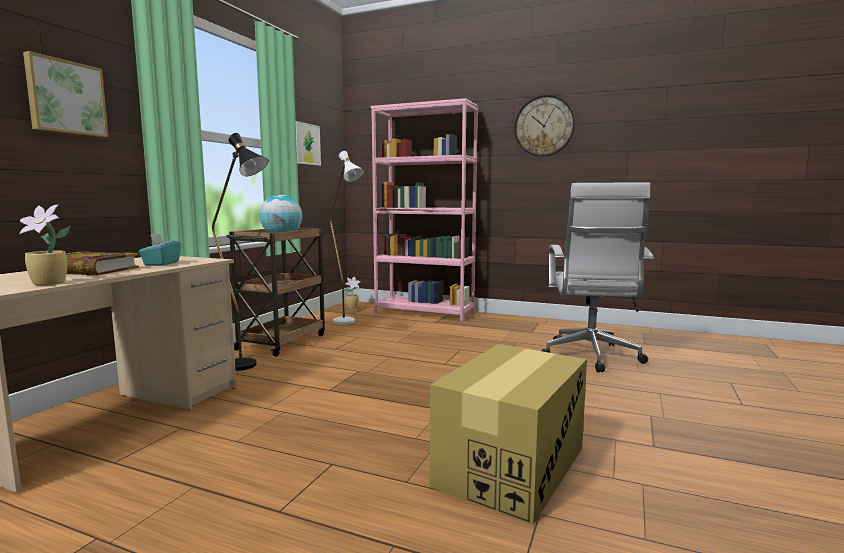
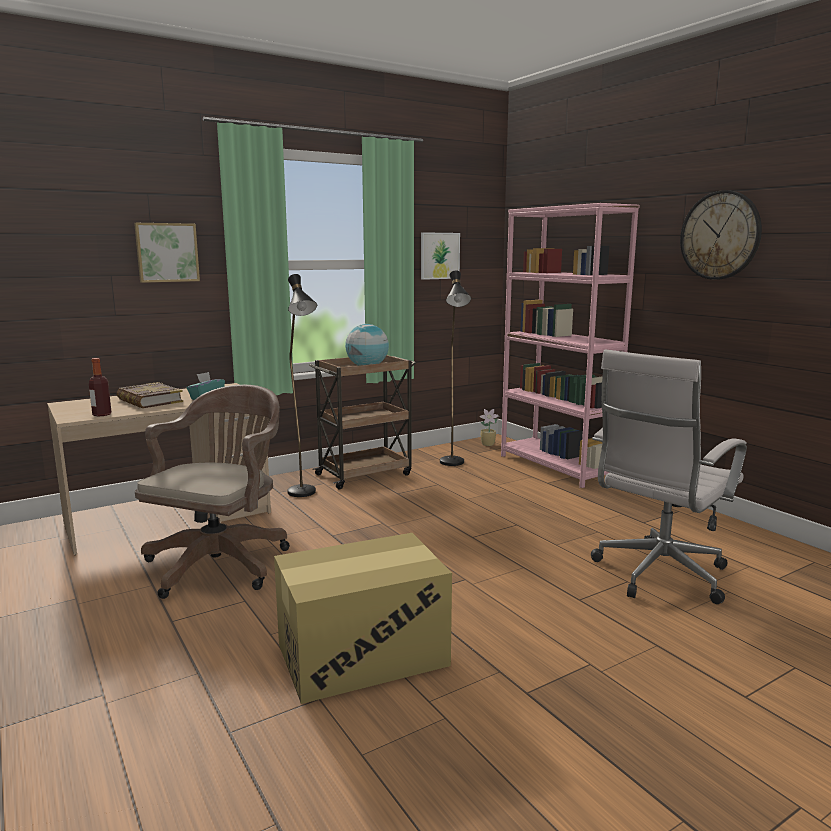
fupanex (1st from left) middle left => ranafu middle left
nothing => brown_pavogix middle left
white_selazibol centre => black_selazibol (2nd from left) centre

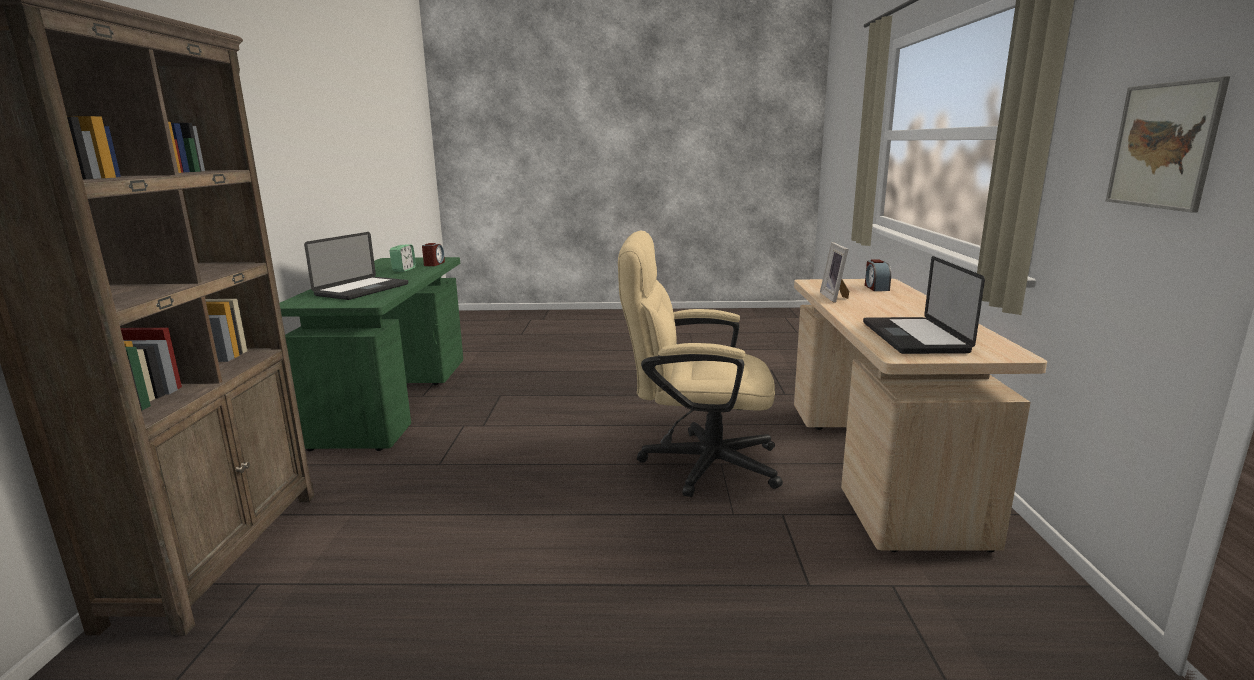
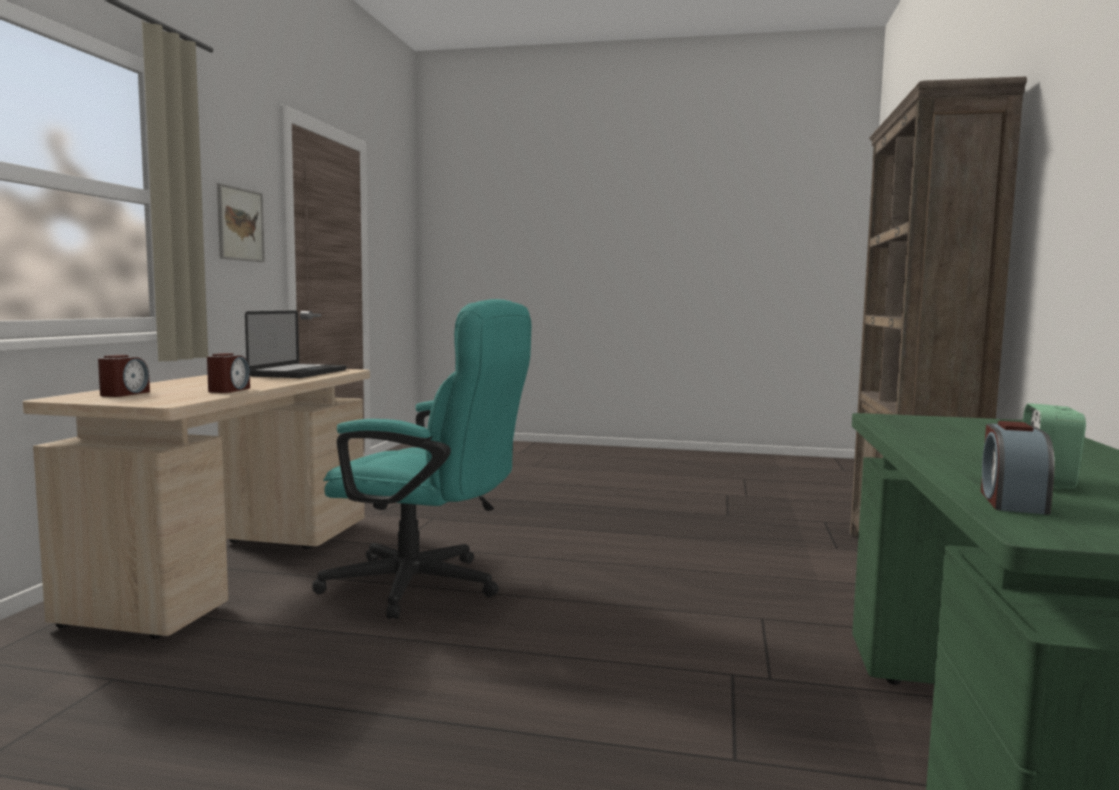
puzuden centre => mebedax (2nd from left) middle left
beige_pavogix centre => turquoise_pavogix centre
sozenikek (1st from left) middle left => nothing

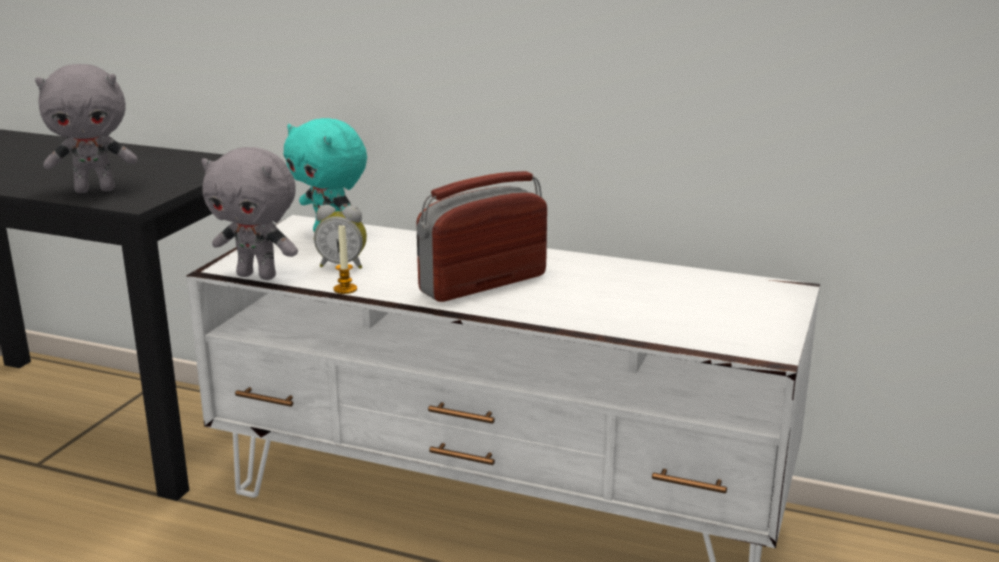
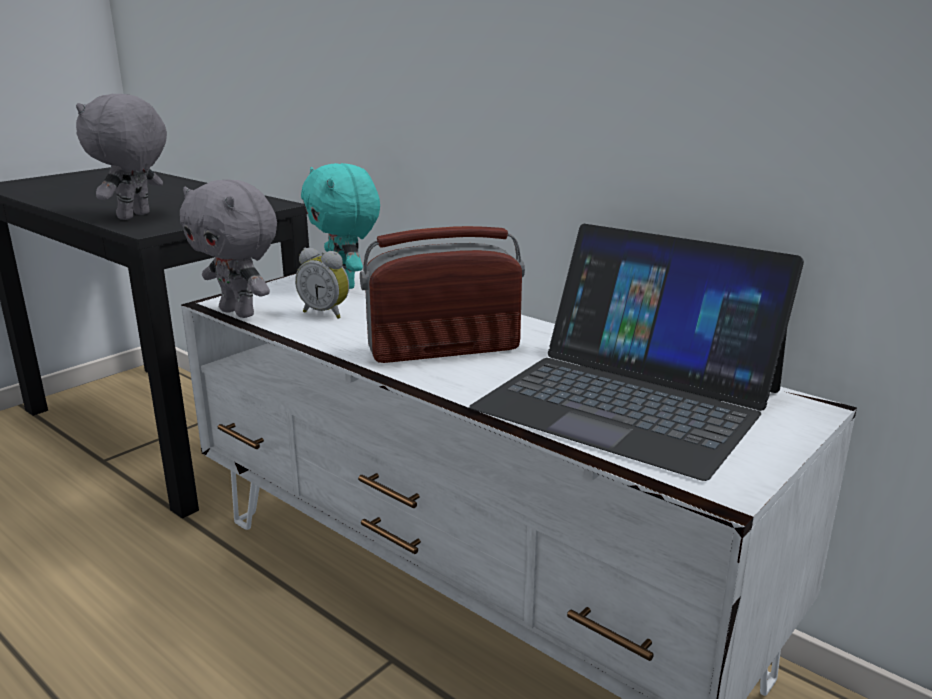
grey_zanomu (1st from left) top left, 105 degrees clockwise
nothing => sozenikek middle right
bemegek centre => nothing

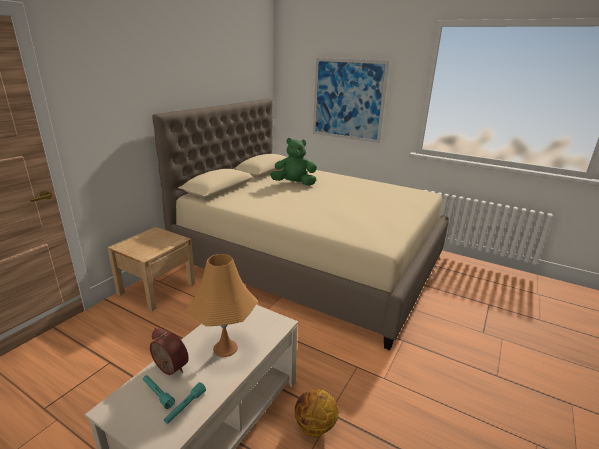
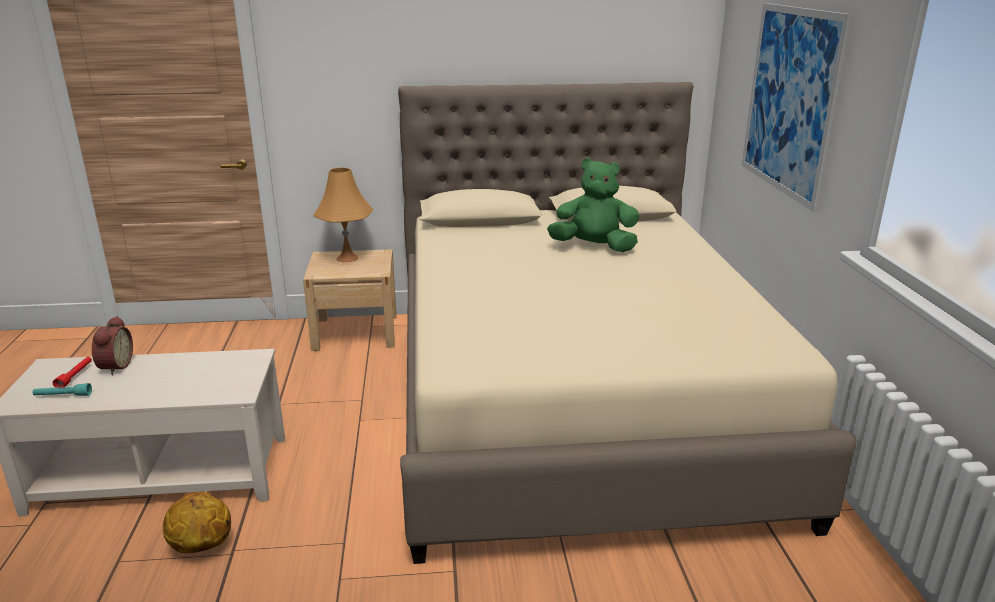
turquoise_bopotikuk (1st from left) bottom left => red_bopotikuk middle left
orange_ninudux bottom centre => orange_ninudux centre, moved
green_zanomu centre, 45 degrees counterclockwise

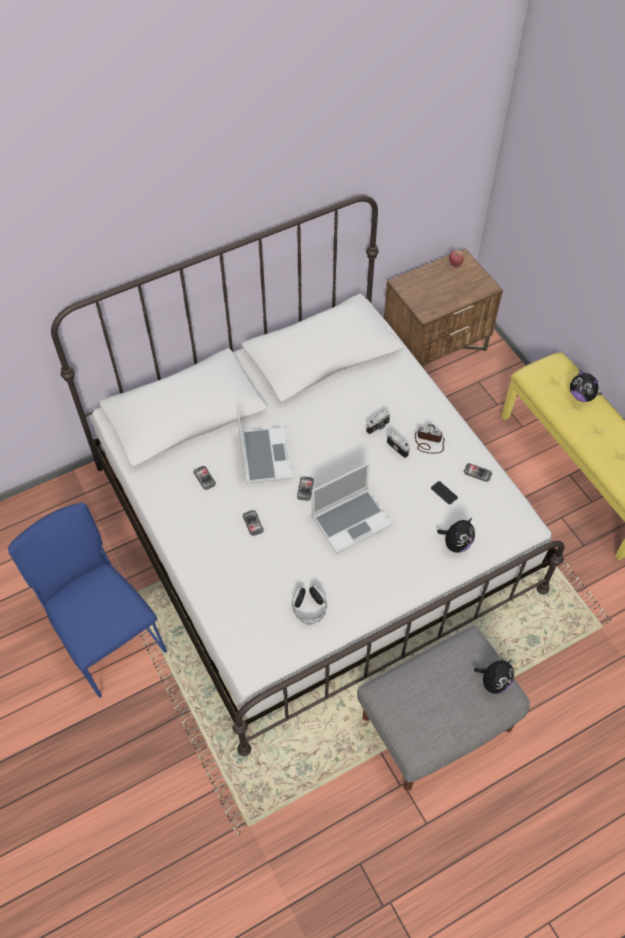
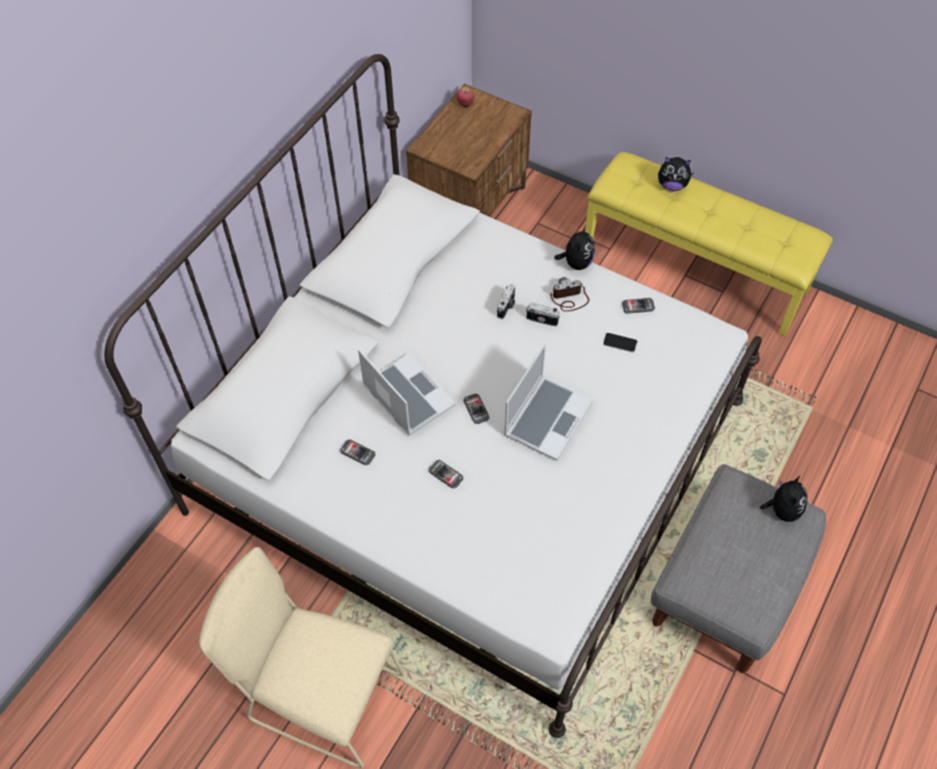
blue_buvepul middle left => beige_buvepul bottom left
zanomu (1st from left) middle right => zanomu (1st from left) top centre, moved
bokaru centre => nothing

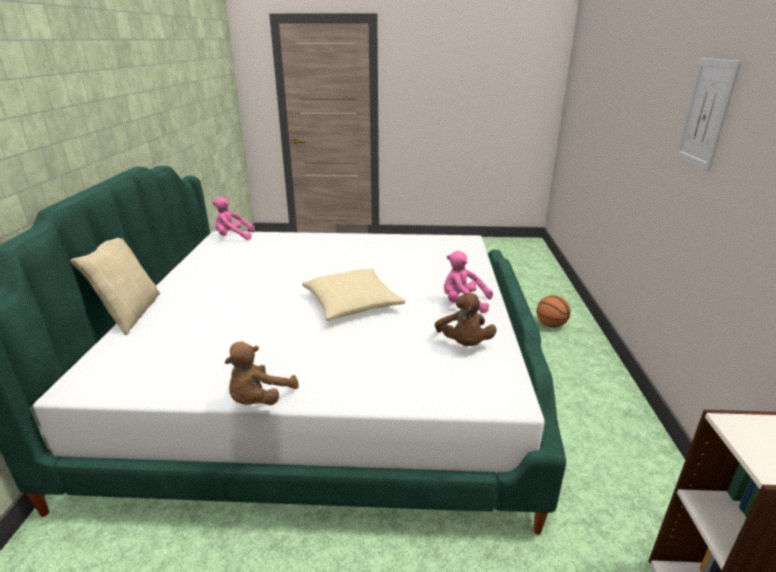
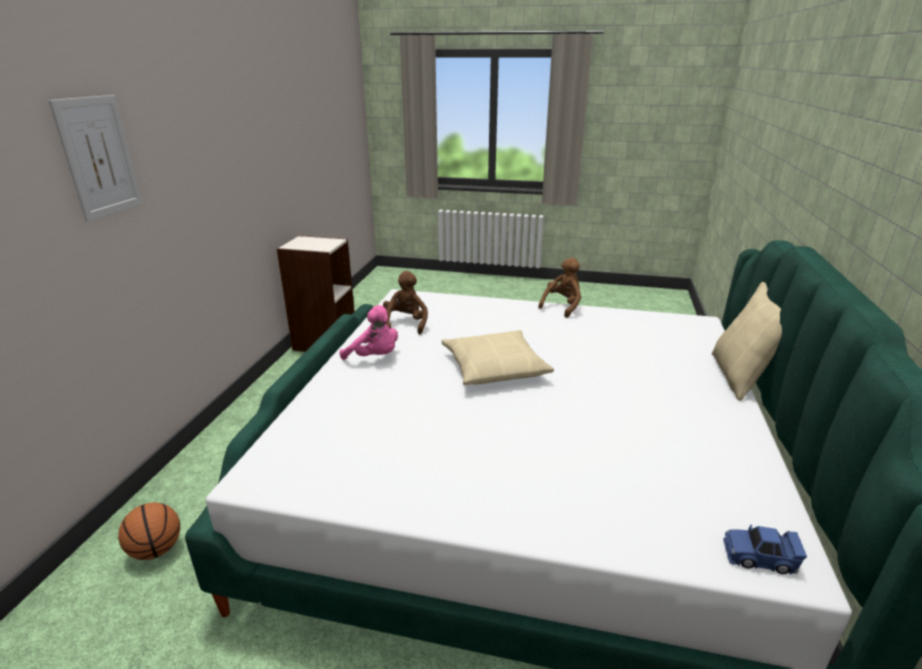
pink_zanomu (1st from left) middle left => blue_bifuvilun bottom right

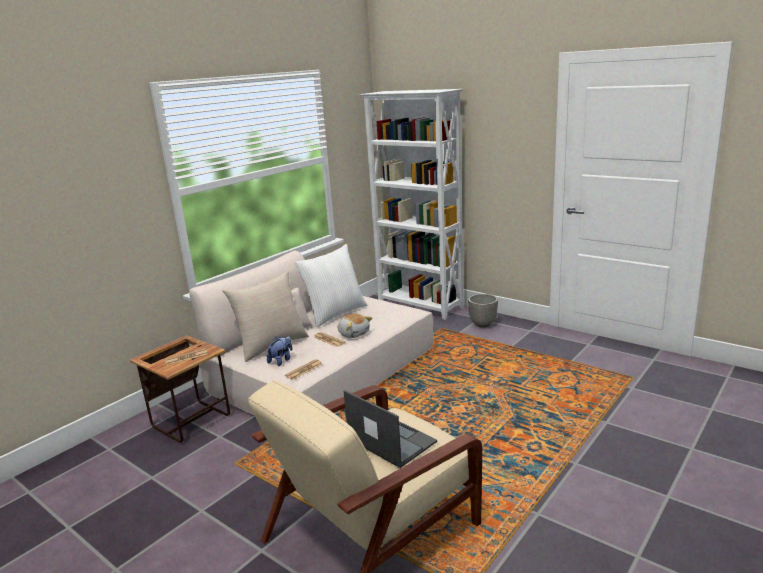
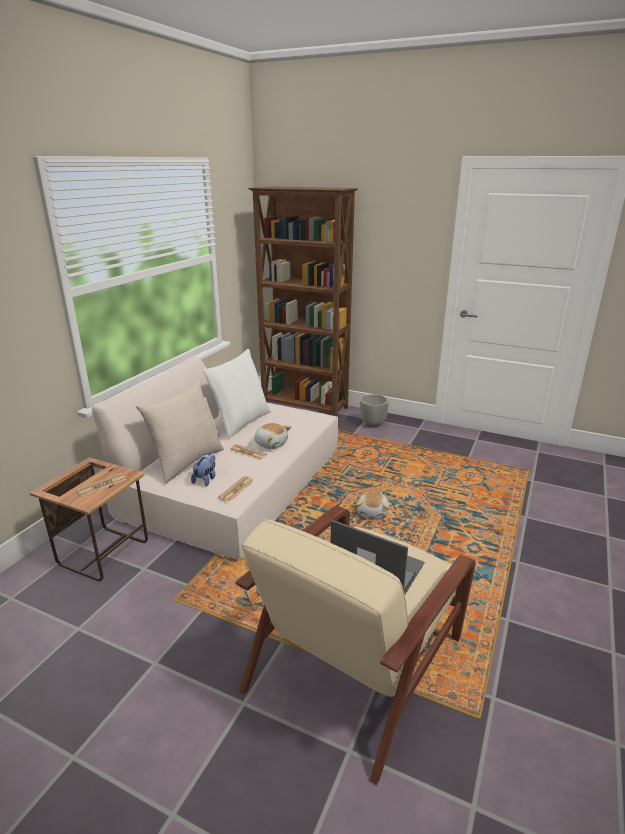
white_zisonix centre => brown_zisonix centre
nothing => zanomu (3rd from left) centre

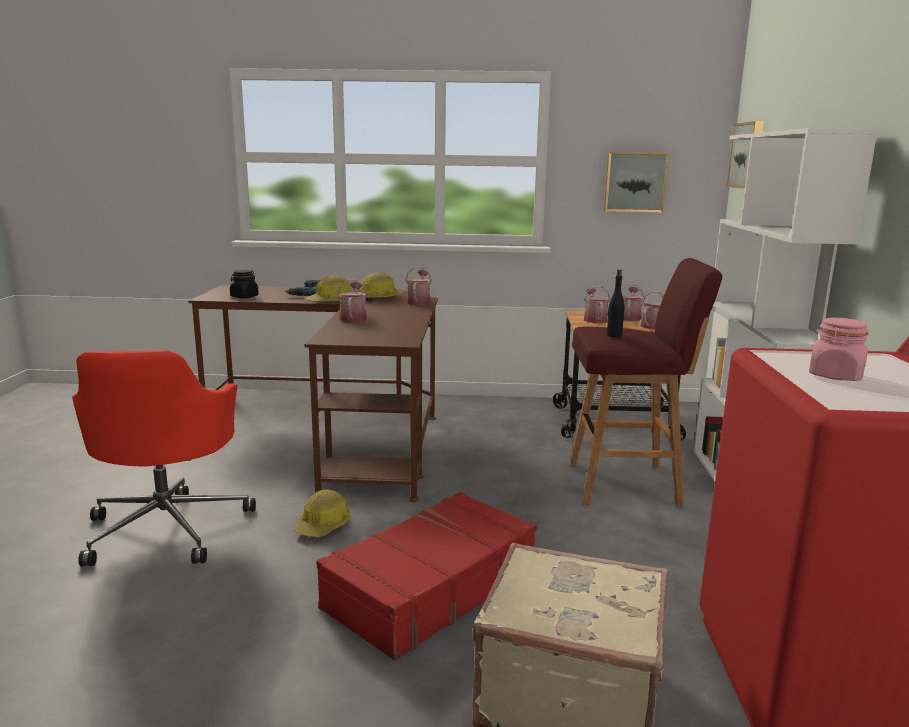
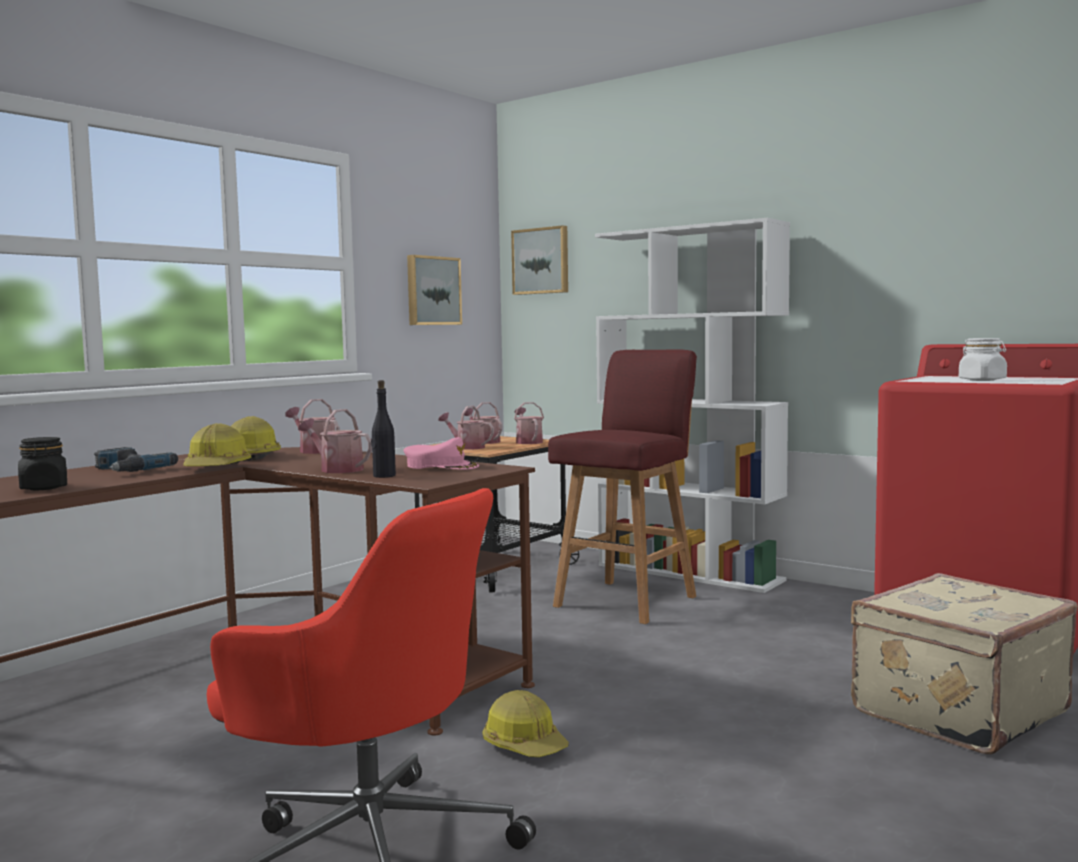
black_ranafu middle right => black_ranafu centre, moved
nothing => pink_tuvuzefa centre
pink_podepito middle right => white_podepito middle right
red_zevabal bottom centre => nothing

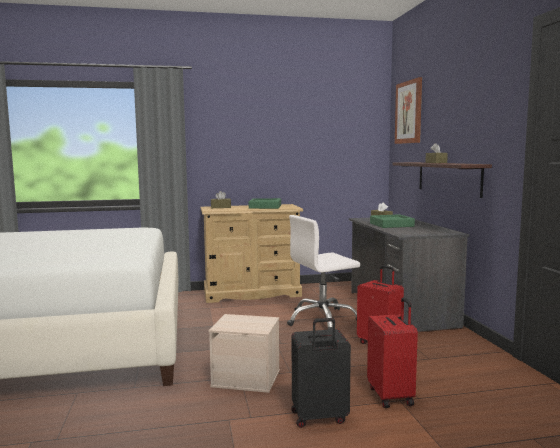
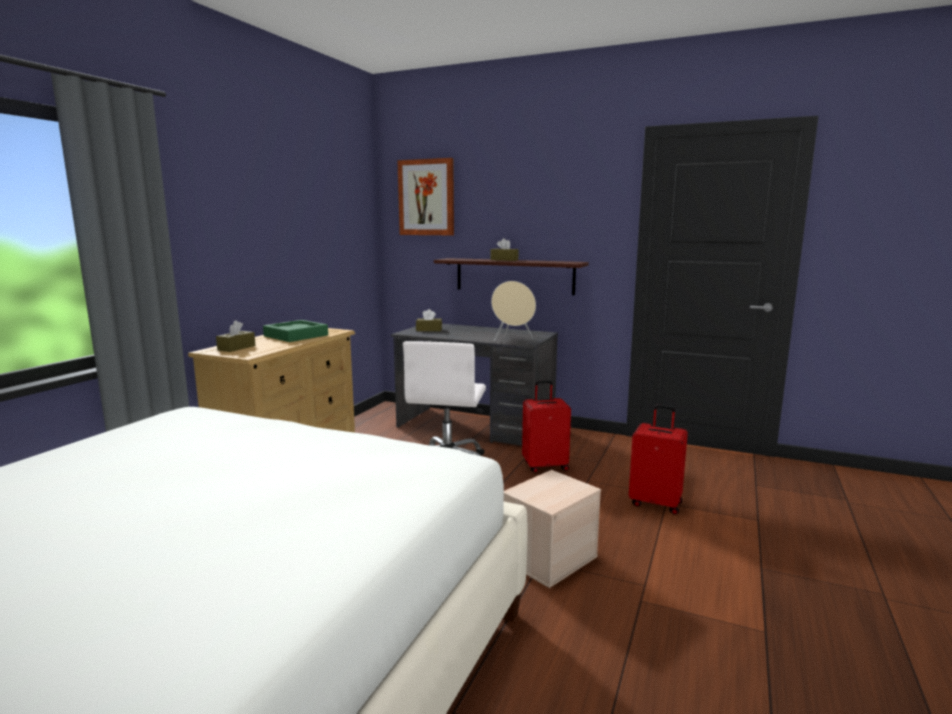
nothing => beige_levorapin centre
black_zevabal bottom centre => nothing
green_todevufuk (2nd from left) middle right => nothing

